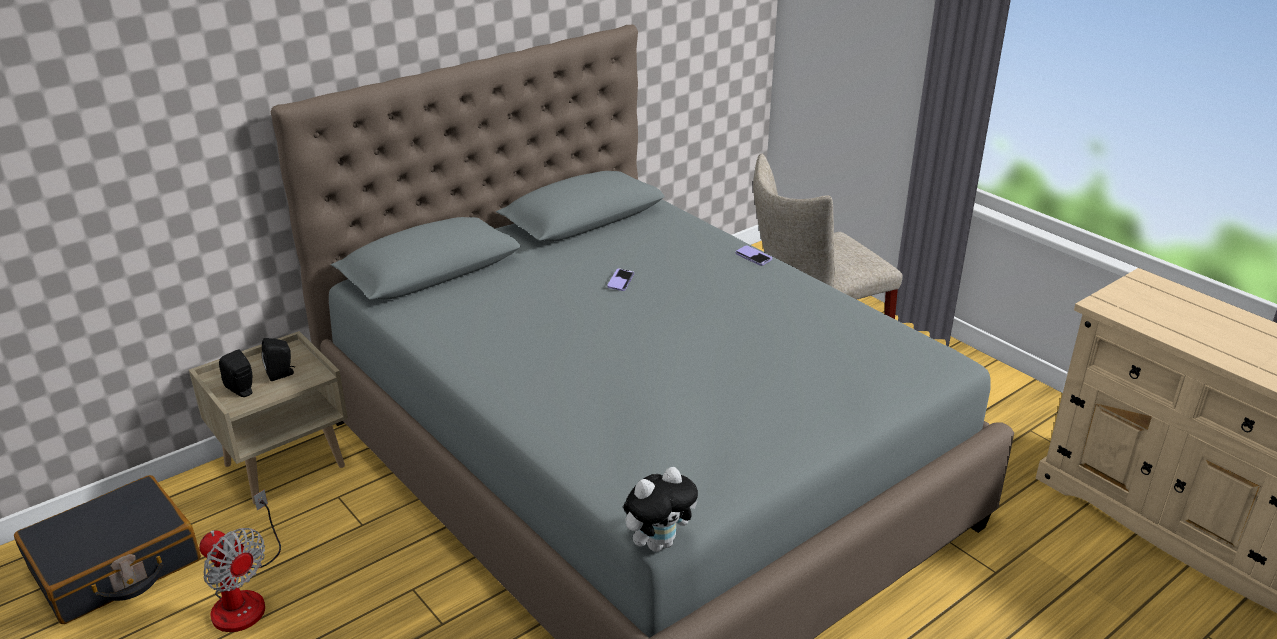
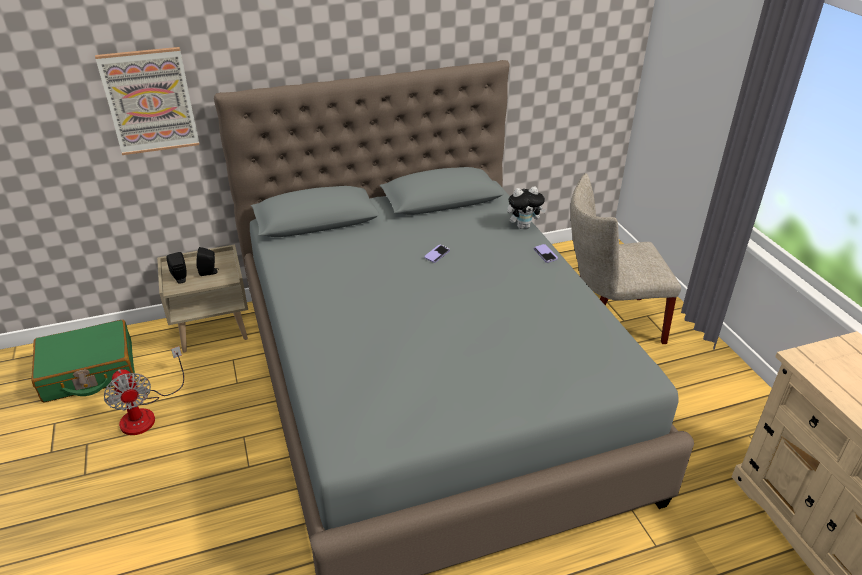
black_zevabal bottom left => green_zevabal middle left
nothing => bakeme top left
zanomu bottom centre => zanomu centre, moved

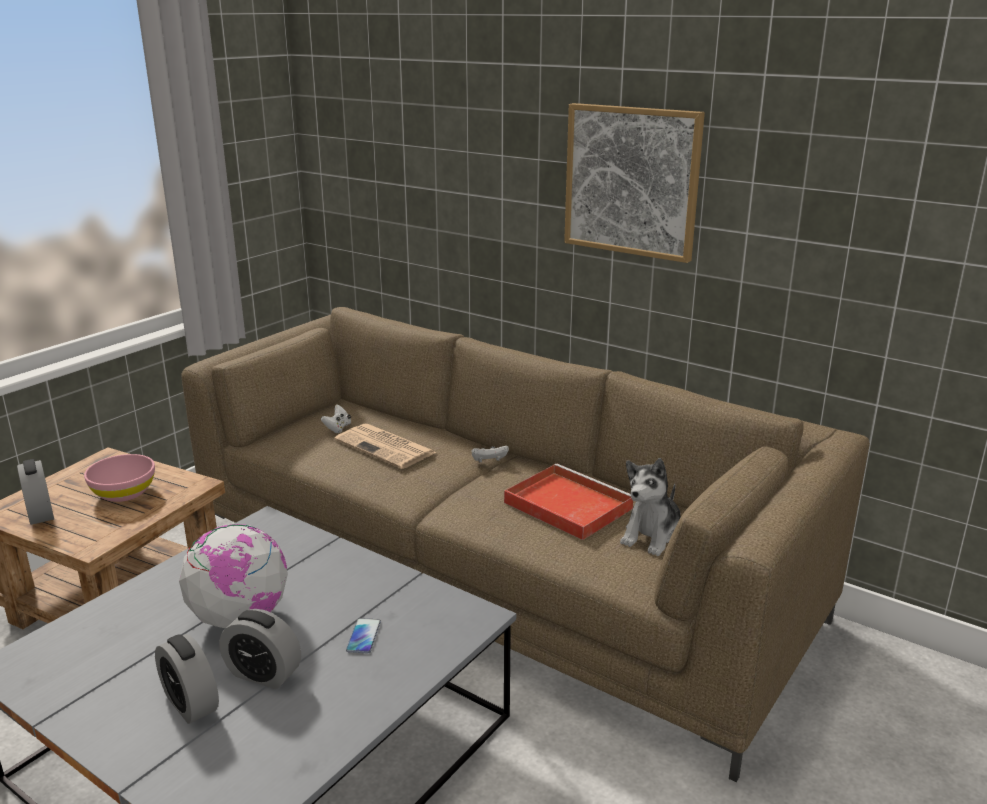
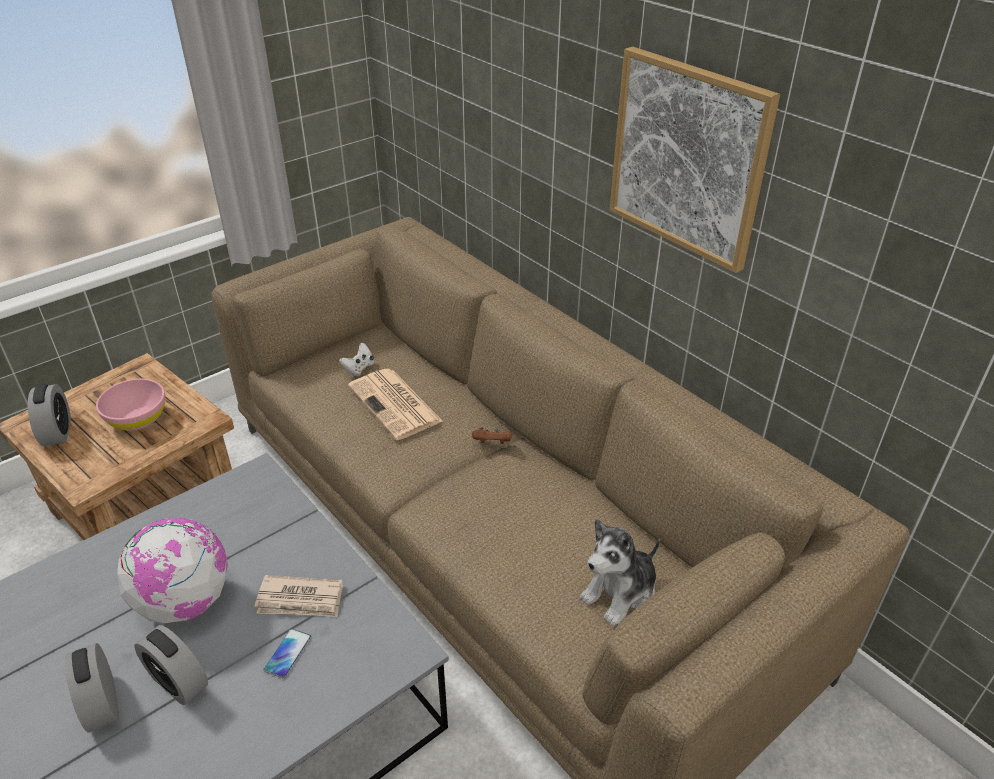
nothing => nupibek (1st from left) bottom left
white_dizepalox (2nd from left) centre => brown_dizepalox centre
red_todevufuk centre => nothing

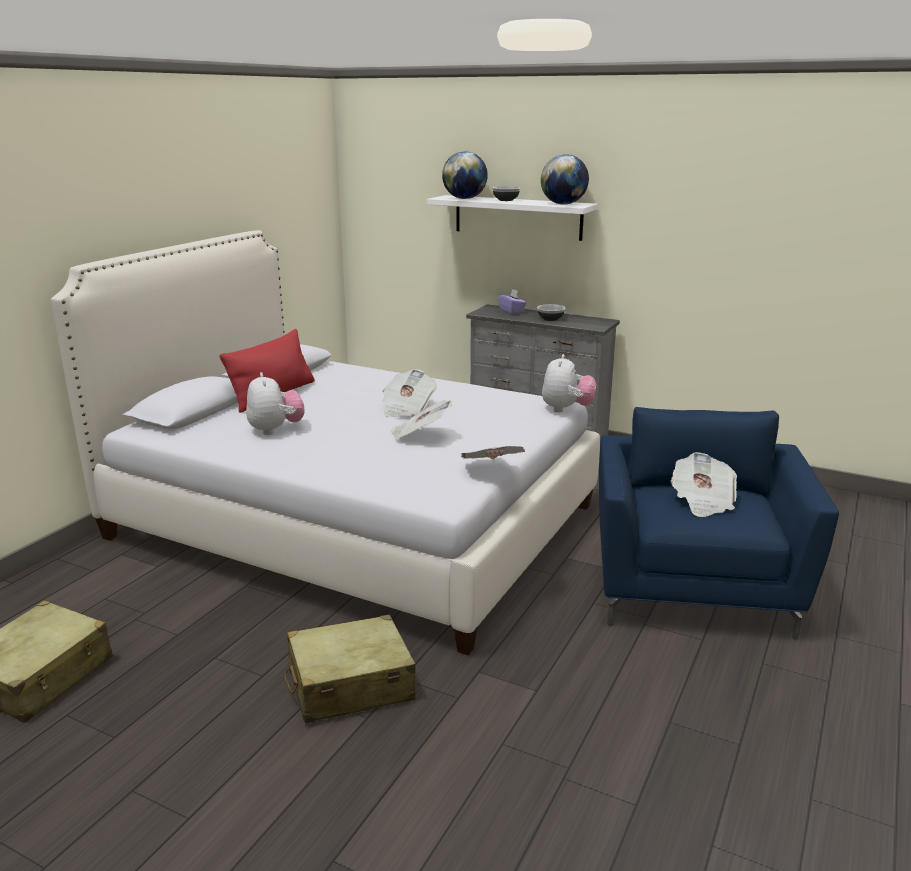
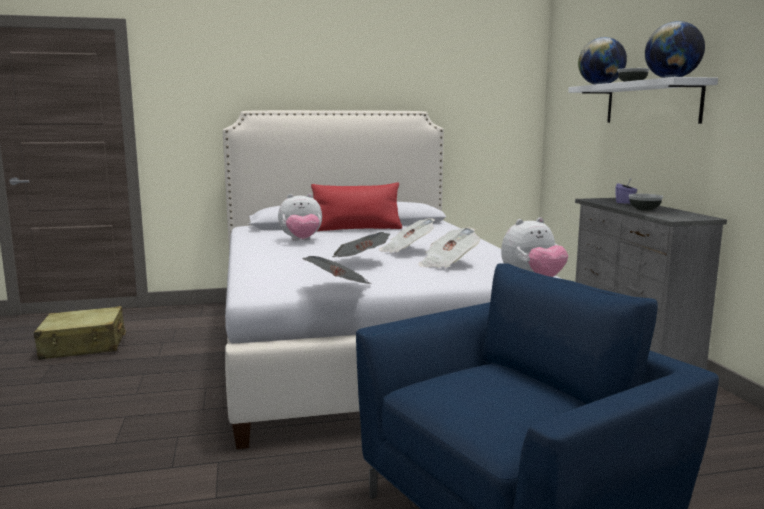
zanomu (1st from left) middle left => zanomu (1st from left) centre, 45 degrees clockwise
nupibek (4th from left) middle right => nupibek (4th from left) centre, moved
beige_zevabal (2nd from left) bottom centre => nothing

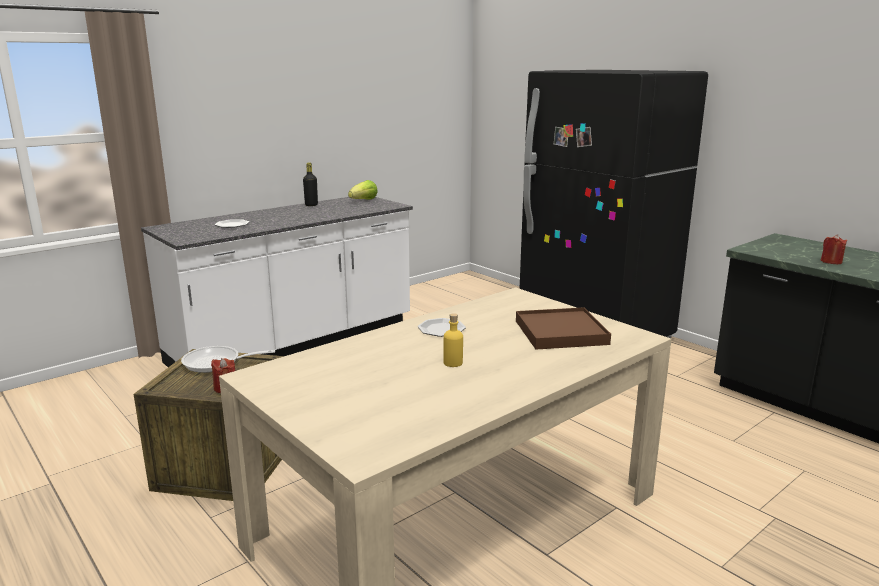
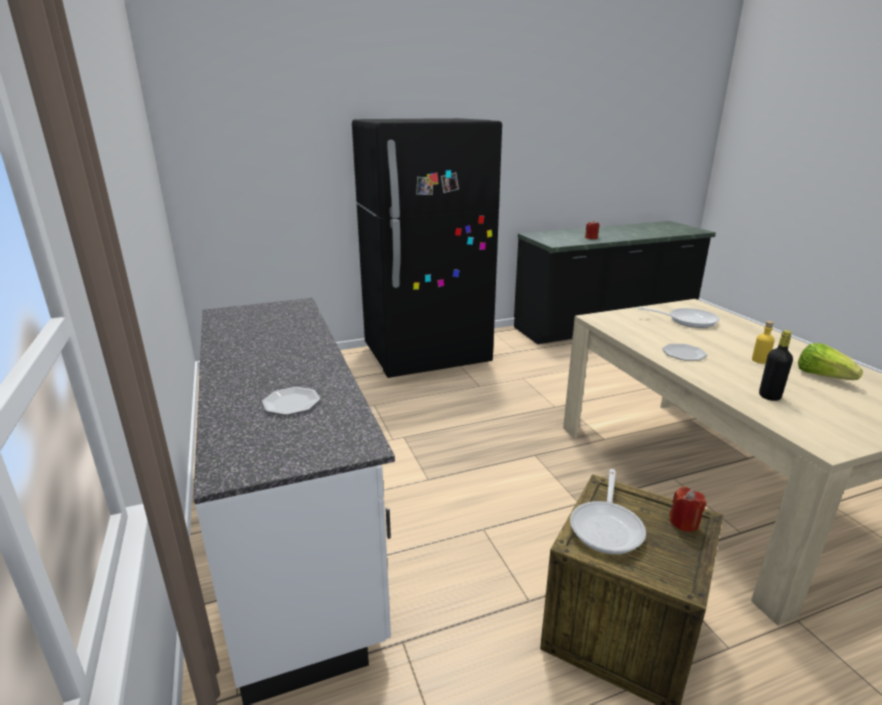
brown_todevufuk centre => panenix (2nd from left) middle right
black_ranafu top centre => black_ranafu middle right, moved
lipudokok top centre => lipudokok middle right, moved

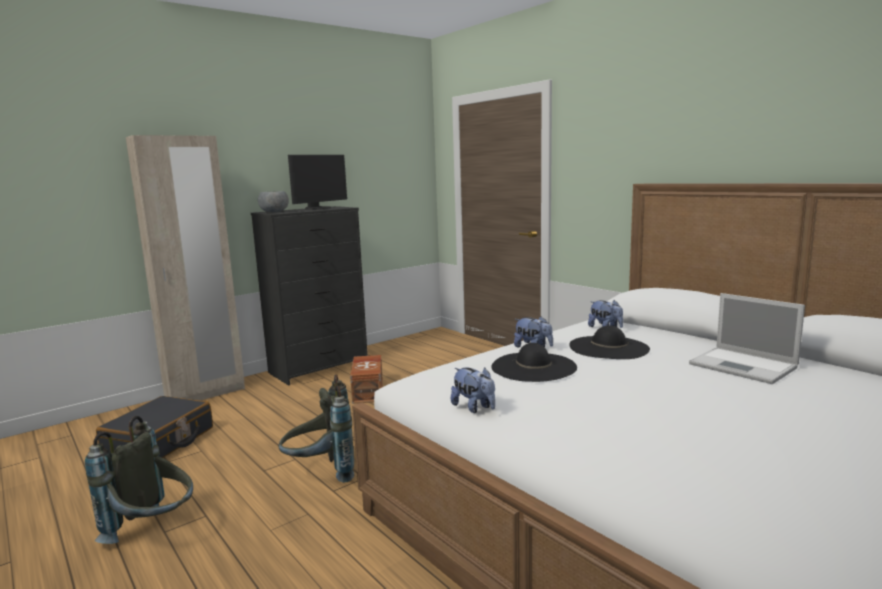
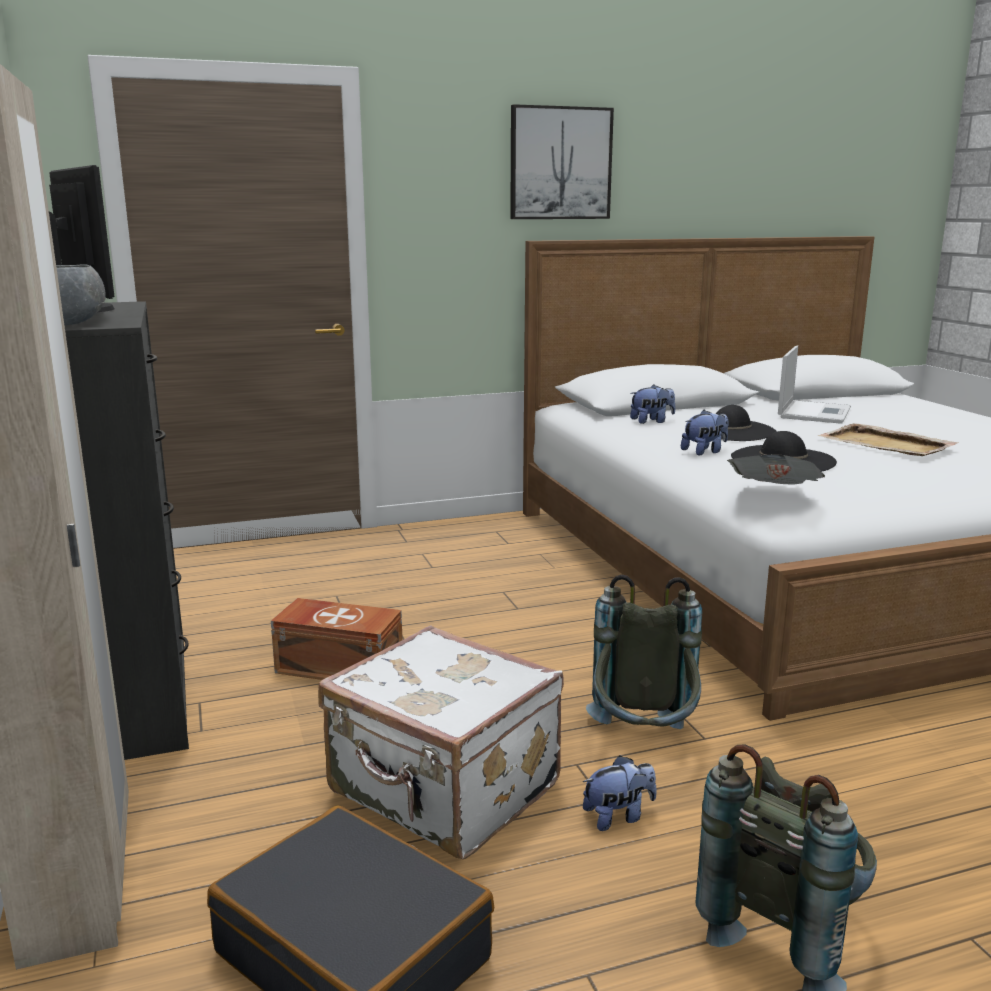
nothing => white_zevabal bottom centre
nothing => bakeme top centre
zanomu (1st from left) centre => zanomu (1st from left) bottom centre, moved
nothing => nupibek middle right
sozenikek middle right, 45 degrees counterclockwise
nothing => beige_todevufuk middle right

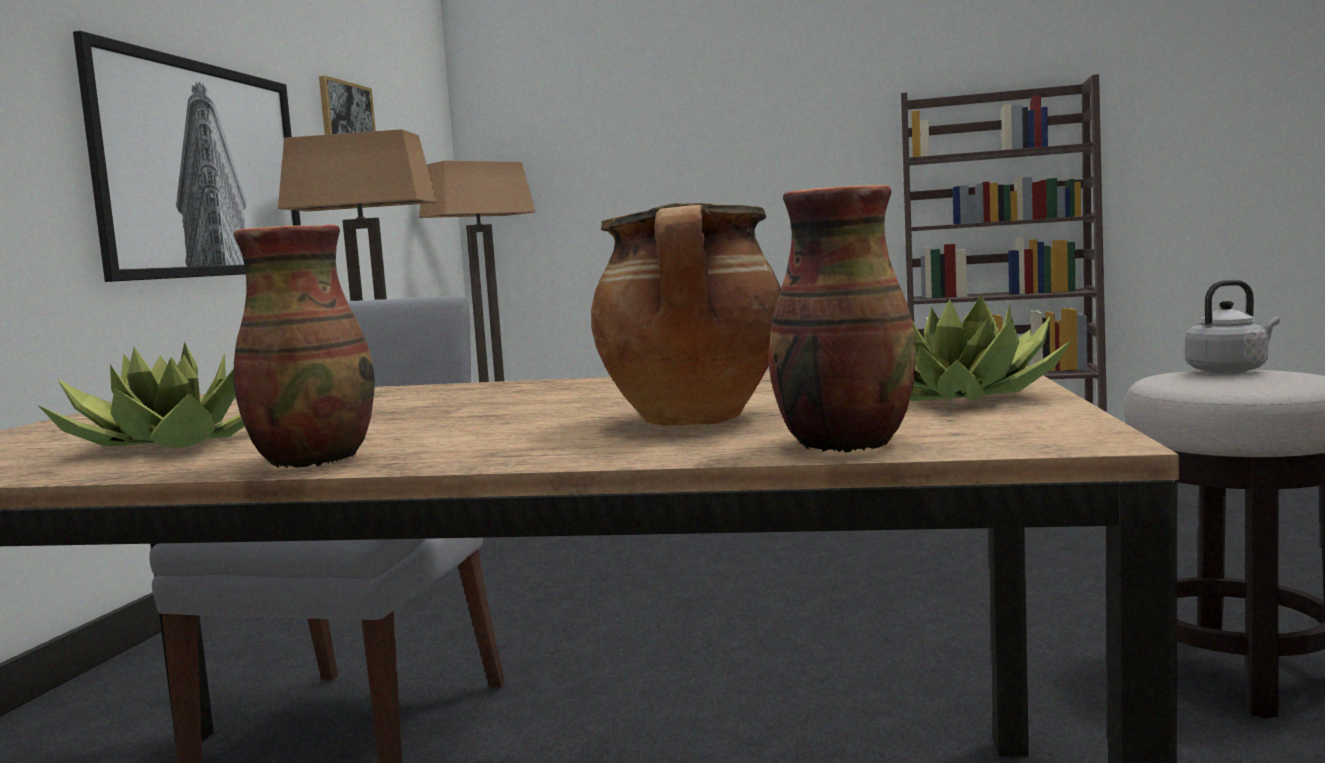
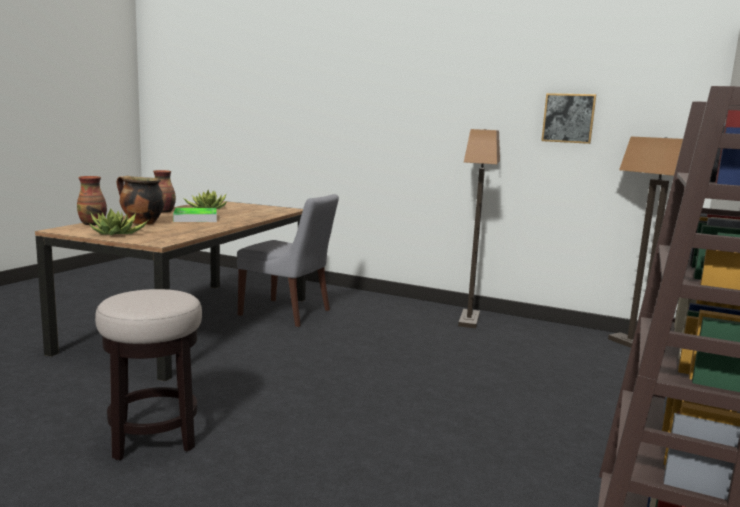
nothing => todevufuk middle left
bakeme (1st from left) top left => nothing
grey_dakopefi middle right => nothing

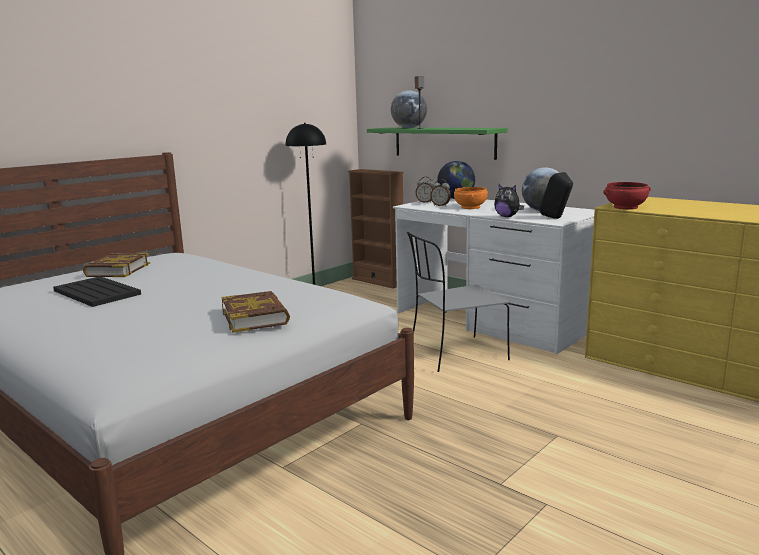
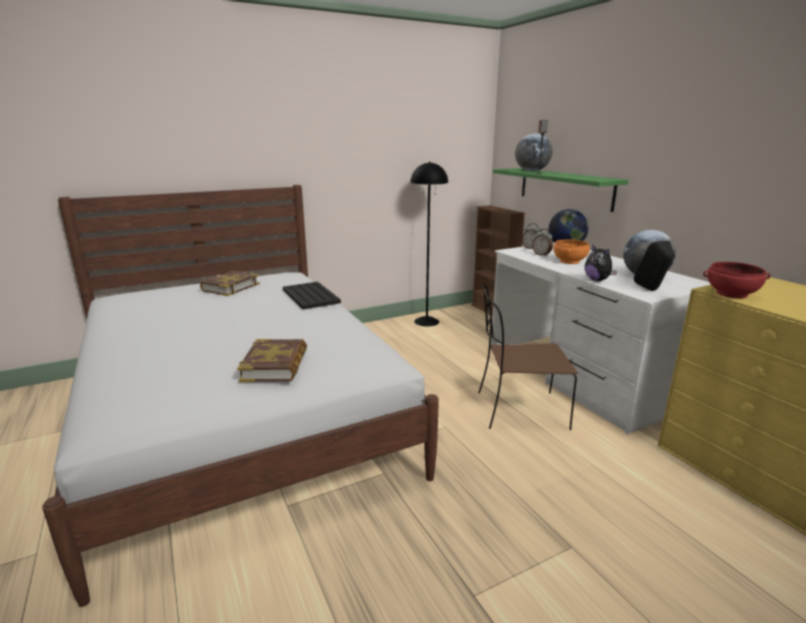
black_todevufuk middle left => black_todevufuk centre, moved
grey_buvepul centre => brown_buvepul centre

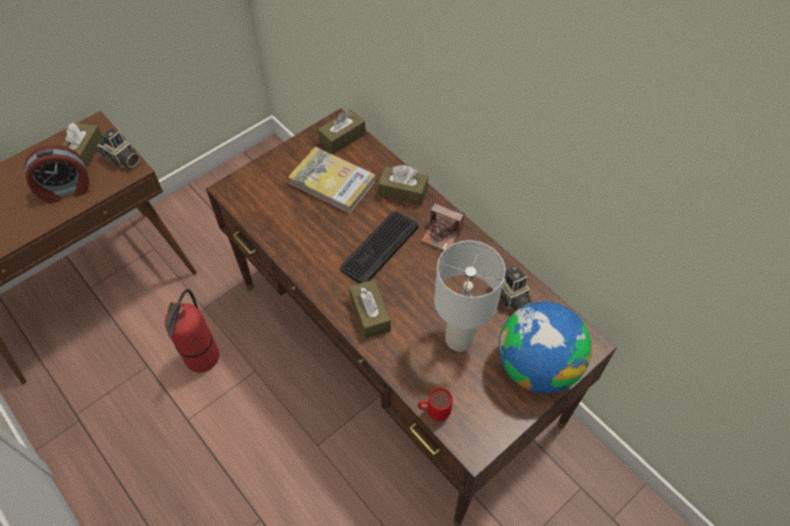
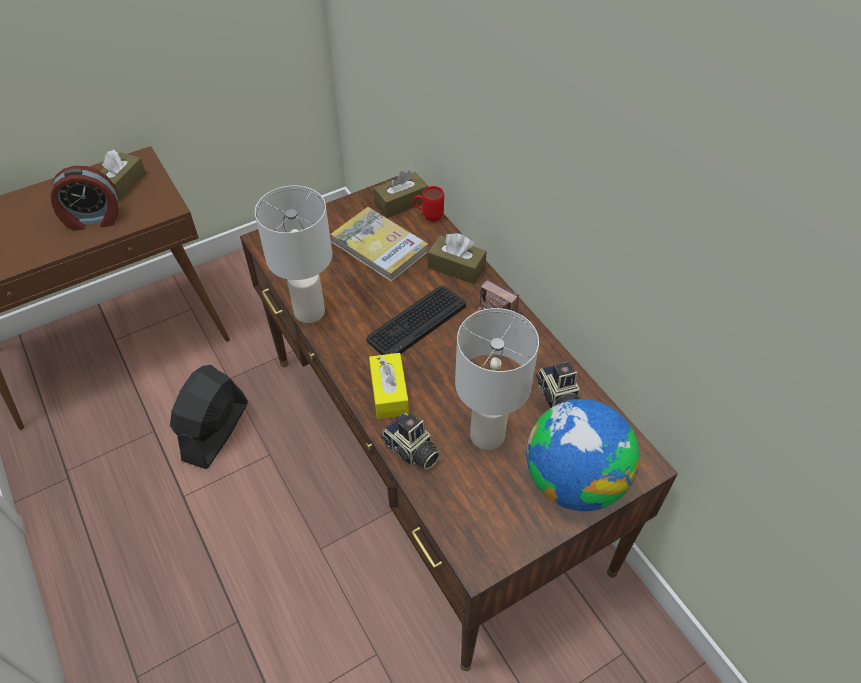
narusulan middle left => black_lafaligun middle left
nothing => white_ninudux (1st from left) centre
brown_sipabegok (3rd from left) centre => yellow_sipabegok centre
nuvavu (1st from left) top left => nuvavu (1st from left) centre, moved
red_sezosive bottom centre => red_sezosive top centre, moved

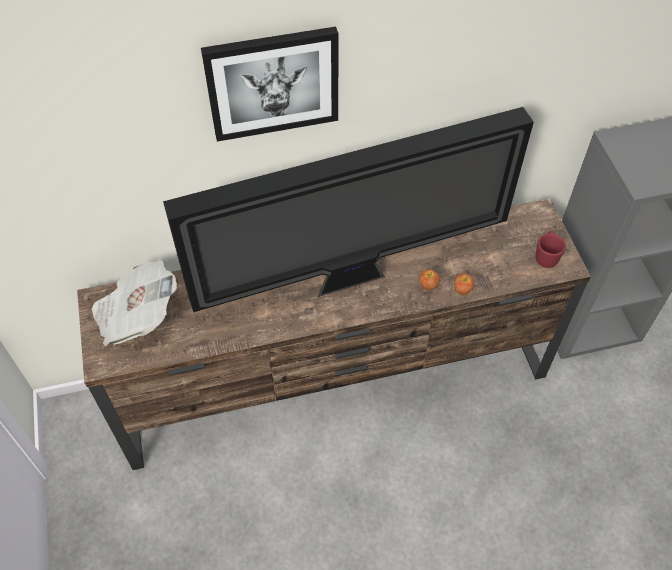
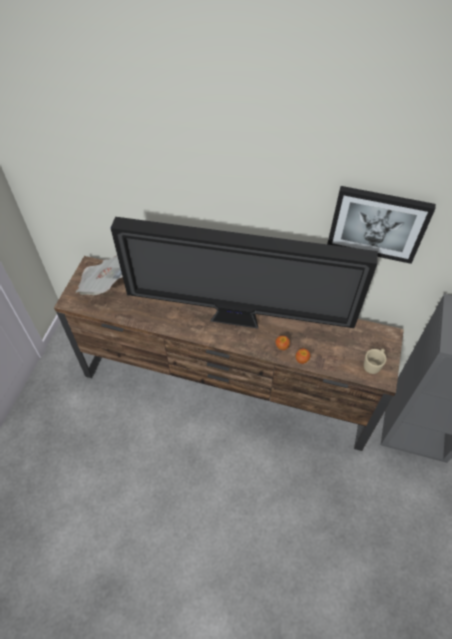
bakeme top centre => bakeme middle right, moved
red_sezosive middle right => beige_sezosive middle right

